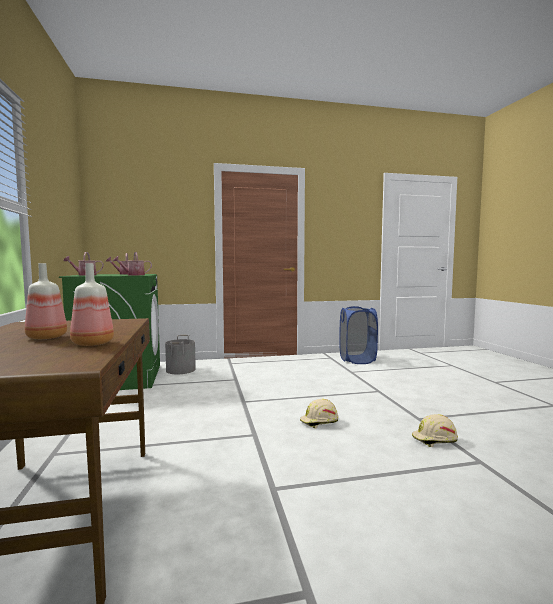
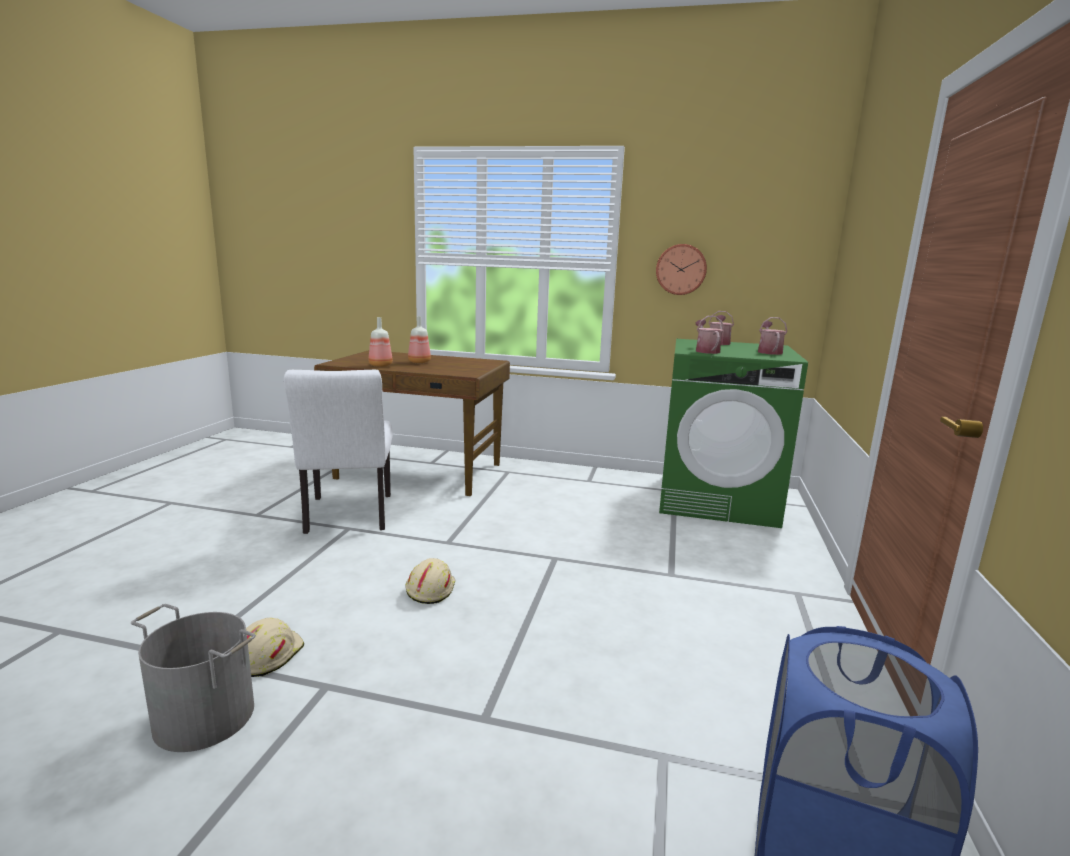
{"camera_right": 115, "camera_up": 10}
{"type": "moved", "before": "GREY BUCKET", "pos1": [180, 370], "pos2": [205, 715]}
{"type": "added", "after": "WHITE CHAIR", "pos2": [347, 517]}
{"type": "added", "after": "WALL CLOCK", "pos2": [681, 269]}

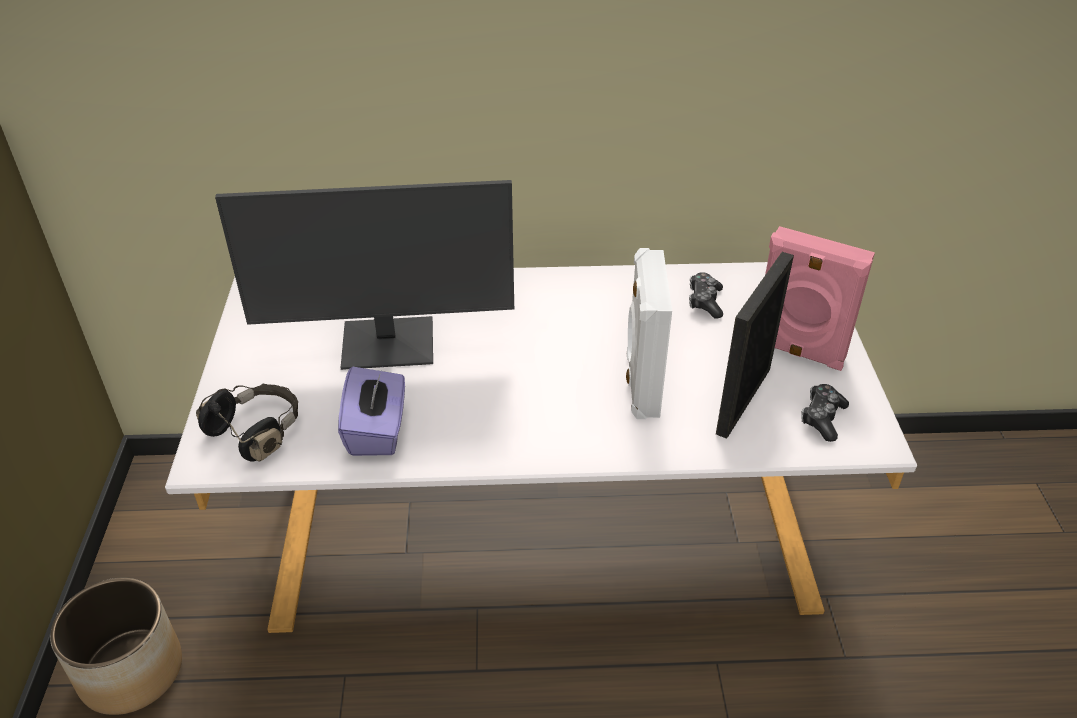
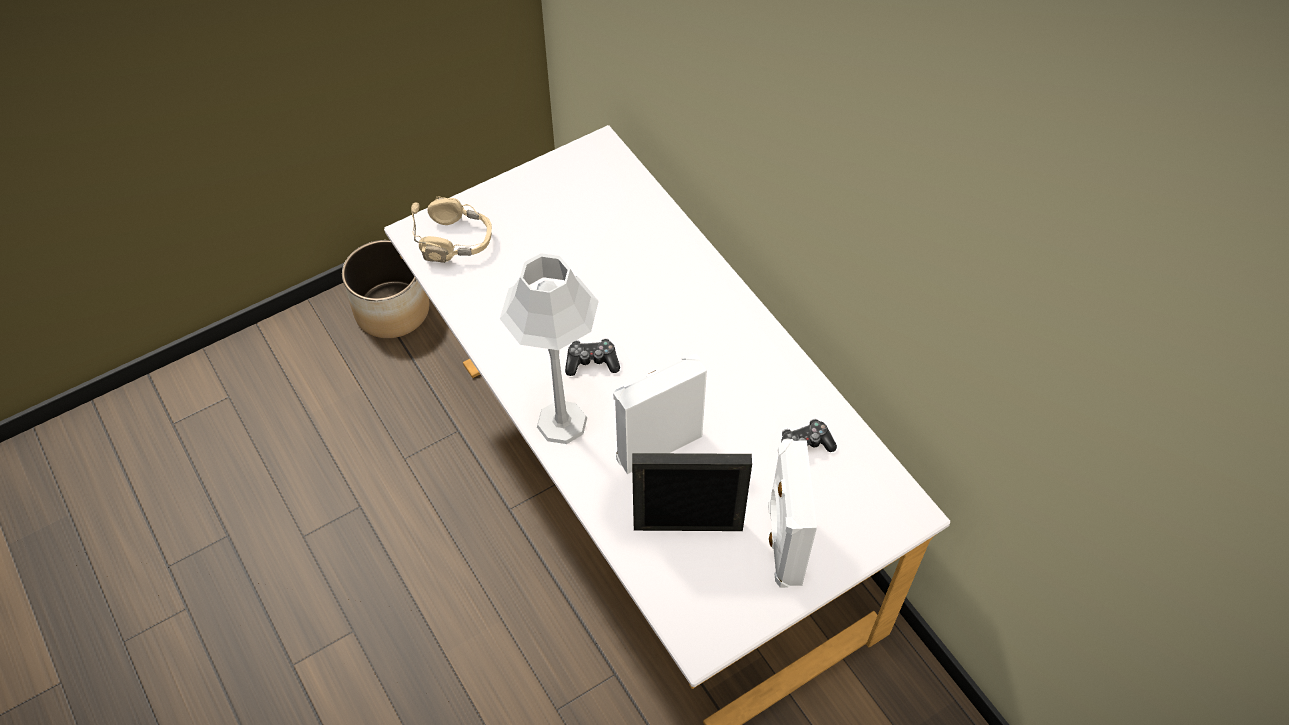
{"camera_right": 60, "camera_up": 15}
{"type": "recoloured", "before": "BLACK HEADPHONES", "after": "BEIGE HEADPHONES", "pos1": [257, 432], "pos2": [457, 241]}
{"type": "added", "after": "GREY TABLE LAMP", "pos2": [562, 422]}
{"type": "moved", "before": "GAME CONTROLLER", "pos1": [822, 418], "pos2": [592, 362]}
{"type": "recoloured", "before": "PINK SPEAKER", "after": "WHITE SPEAKER", "pos1": [797, 352], "pos2": [782, 544]}
{"type": "removed", "before": "MONITOR", "pos1": [388, 345]}
{"type": "removed", "before": "PURPLE TISSUE BOX", "pos1": [377, 431]}

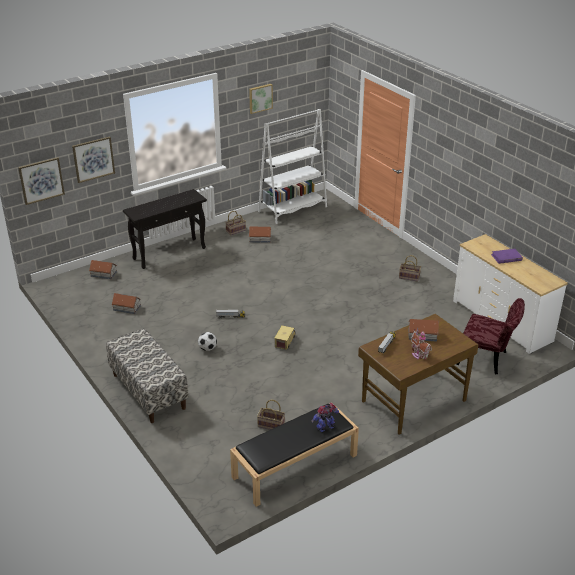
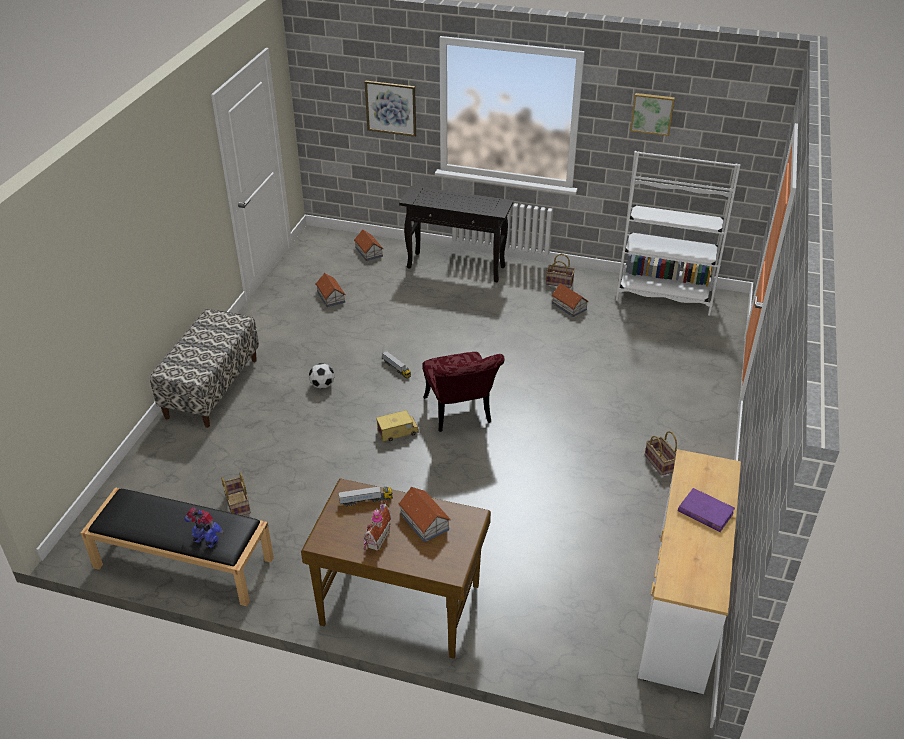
{"camera_right": 50, "camera_up": 5}
{"type": "moved", "before": "RED CHAIR", "pos1": [487, 359], "pos2": [460, 415]}
{"type": "removed", "before": "PICTURE", "pos1": [41, 180]}

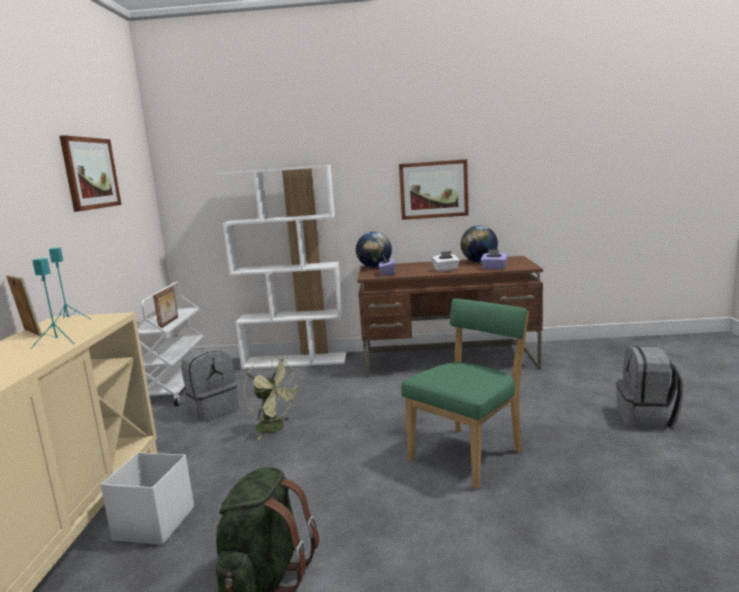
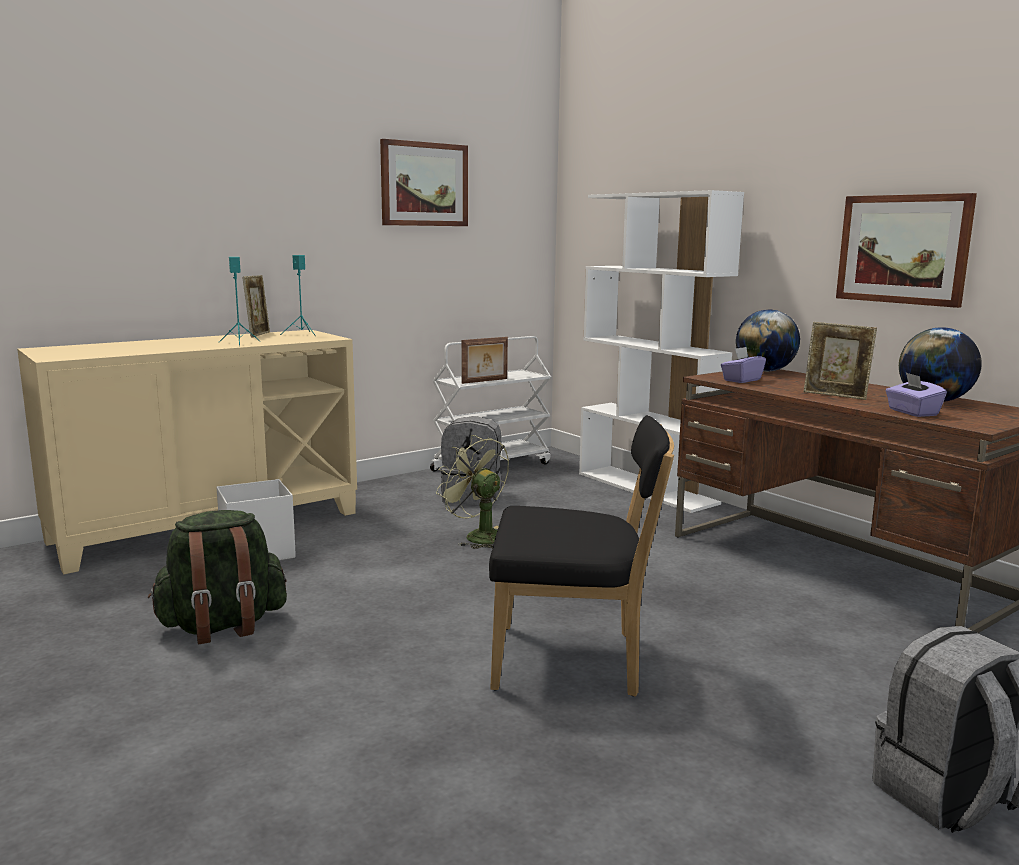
{"camera_right": 50, "camera_up": 0}
{"type": "turned", "before": "GREEN FAN", "pos1": [275, 428], "pos2": [477, 536], "turn": 135}
{"type": "recoloured", "before": "GREEN CHAIR", "after": "BLACK CHAIR", "pos1": [469, 454], "pos2": [574, 661]}
{"type": "replaced", "before": "WHITE TISSUE BOX", "after": "PICTURE FRAME", "pos1": [446, 269], "pos2": [835, 396]}

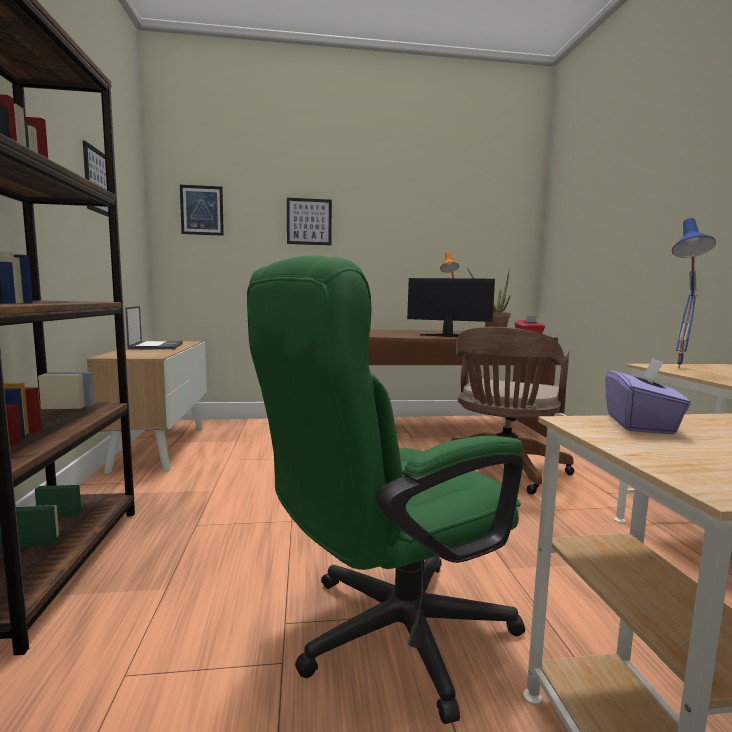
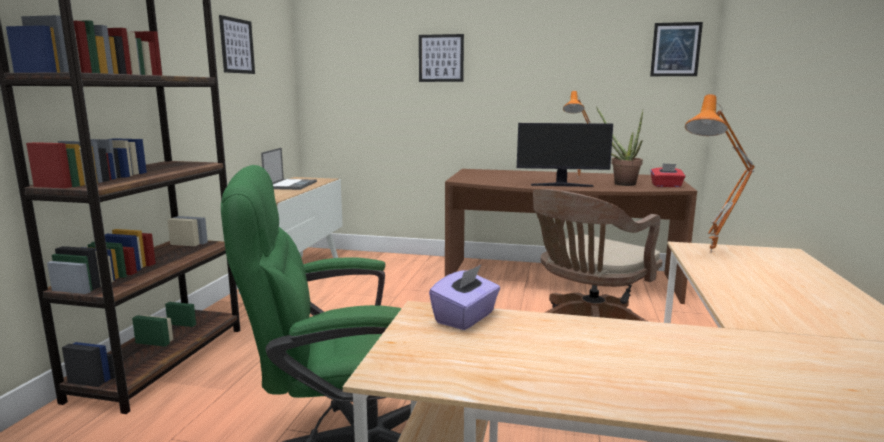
{"camera_right": 20, "camera_up": 5}
{"type": "turned", "before": "MONITOR", "pos1": [447, 336], "pos2": [561, 185], "turn": 150}
{"type": "moved", "before": "PICTURE", "pos1": [202, 210], "pos2": [675, 49]}
{"type": "recoloured", "before": "BLUE TABLE LAMP", "after": "ORANGE TABLE LAMP", "pos1": [682, 368], "pos2": [714, 253]}

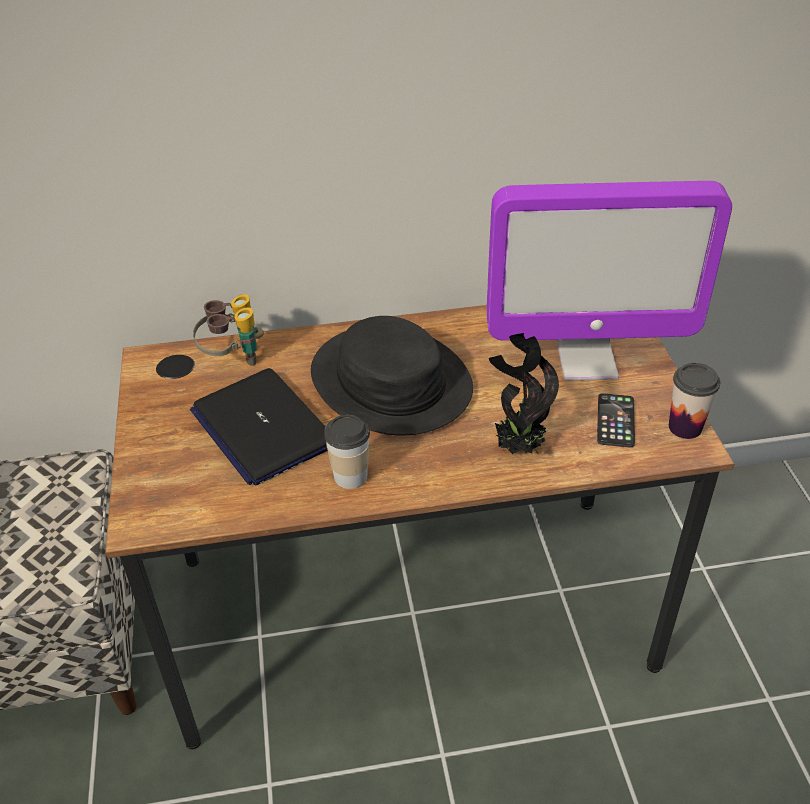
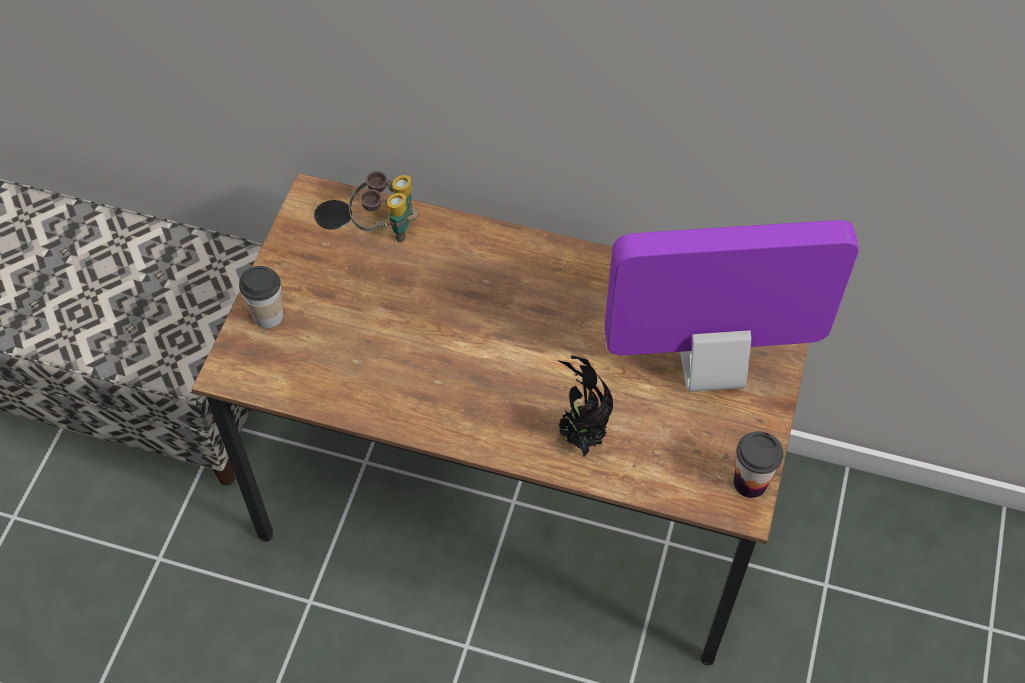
{"camera_right": 25, "camera_up": 15}
{"type": "moved", "before": "CUP", "pos1": [350, 476], "pos2": [268, 315]}
{"type": "turned", "before": "MONITOR", "pos1": [587, 361], "pos2": [710, 368], "turn": 150}
{"type": "removed", "before": "LAPTOP", "pos1": [262, 427]}
{"type": "removed", "before": "BLACK HAT", "pos1": [390, 382]}
{"type": "removed", "before": "PHONE", "pos1": [615, 421]}

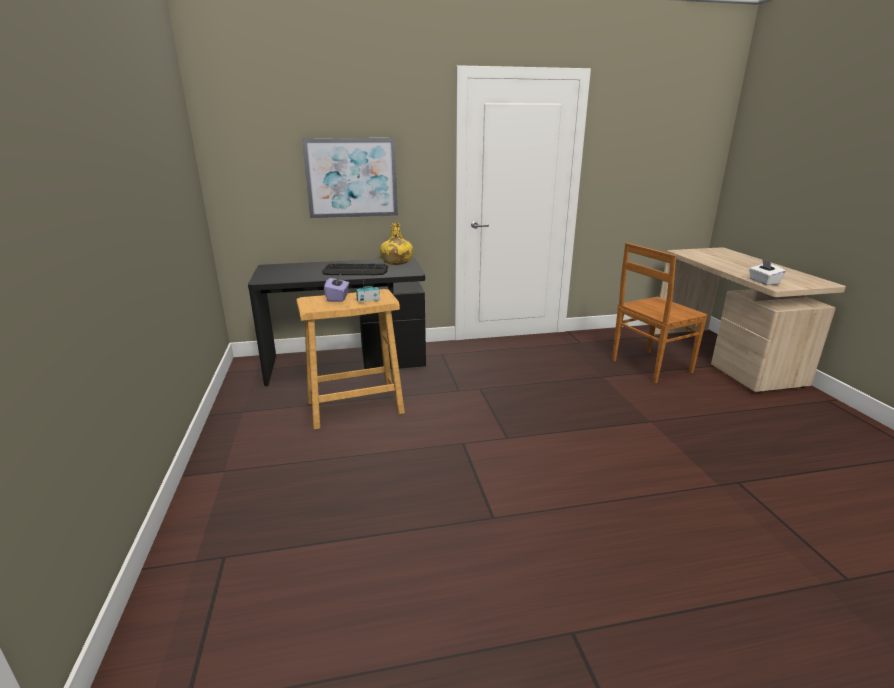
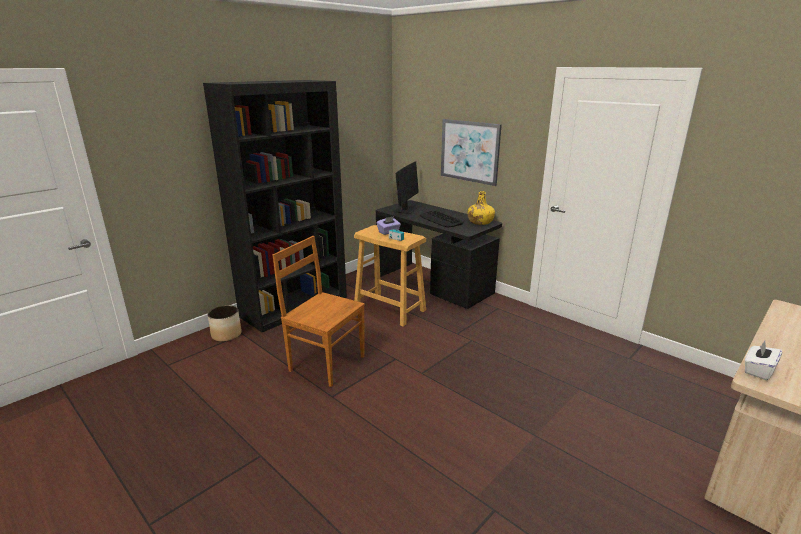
{"camera_right": 55, "camera_up": 0}
{"type": "added", "after": "BLACK BOOKCASE", "pos2": [295, 306]}
{"type": "added", "after": "PLANTER", "pos2": [226, 335]}
{"type": "moved", "before": "BROWN CHAIR", "pos1": [649, 367], "pos2": [325, 363]}
{"type": "added", "after": "MONITOR", "pos2": [405, 210]}

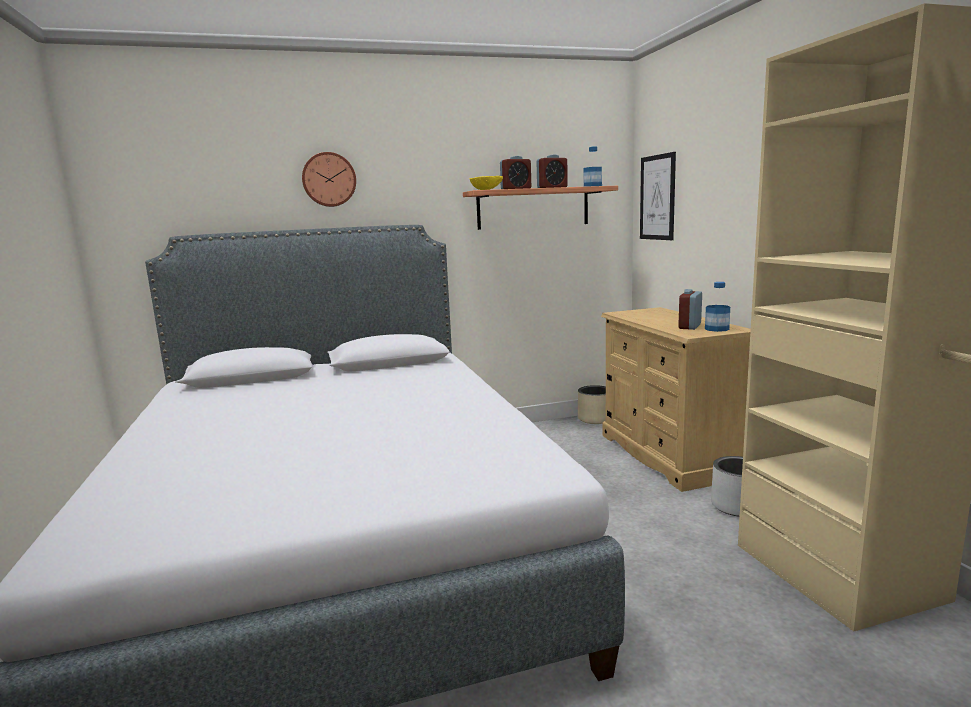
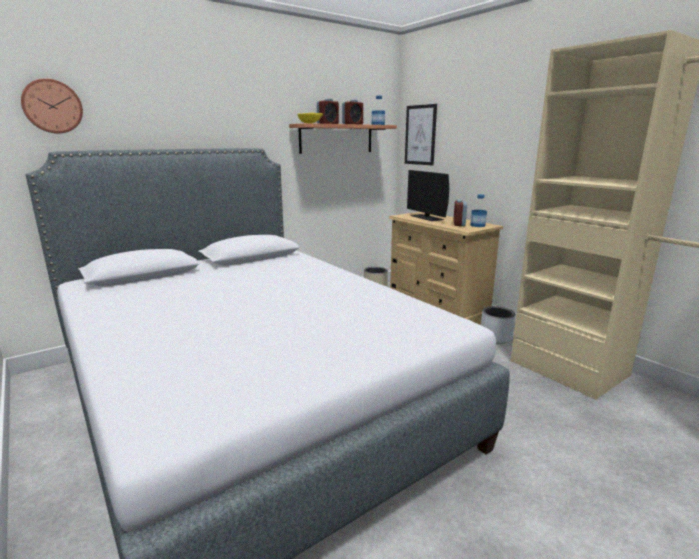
{"camera_right": -20, "camera_up": 5}
{"type": "moved", "before": "WALL CLOCK", "pos1": [329, 179], "pos2": [52, 106]}
{"type": "added", "after": "MONITOR", "pos2": [426, 217]}

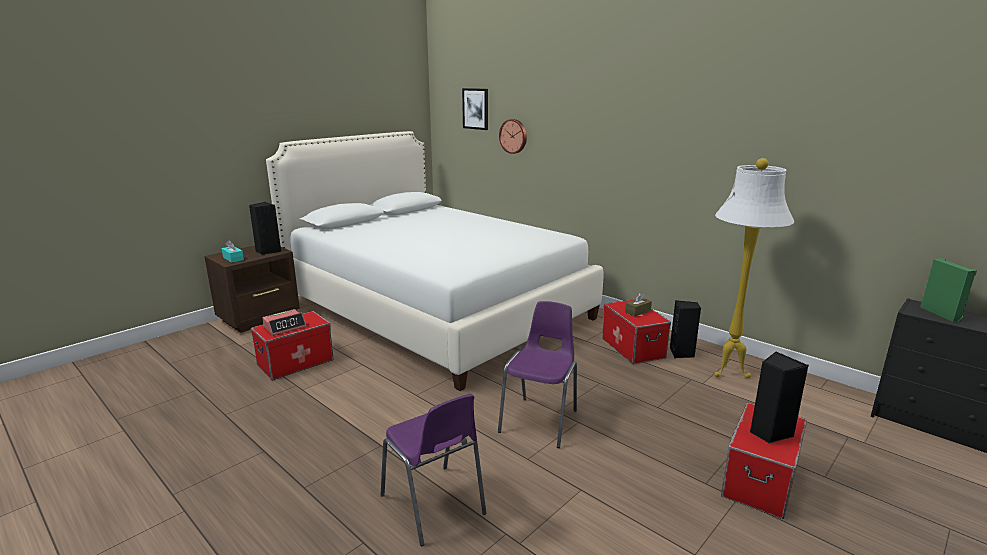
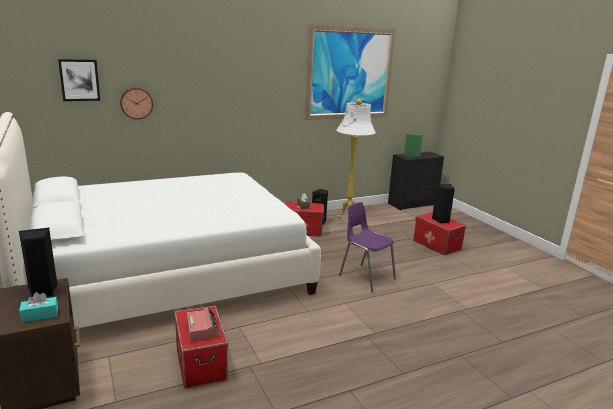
{"camera_right": -70, "camera_up": 0}
{"type": "added", "after": "PICTURE", "pos2": [350, 74]}
{"type": "removed", "before": "PURPLE CHAIR", "pos1": [434, 506]}

